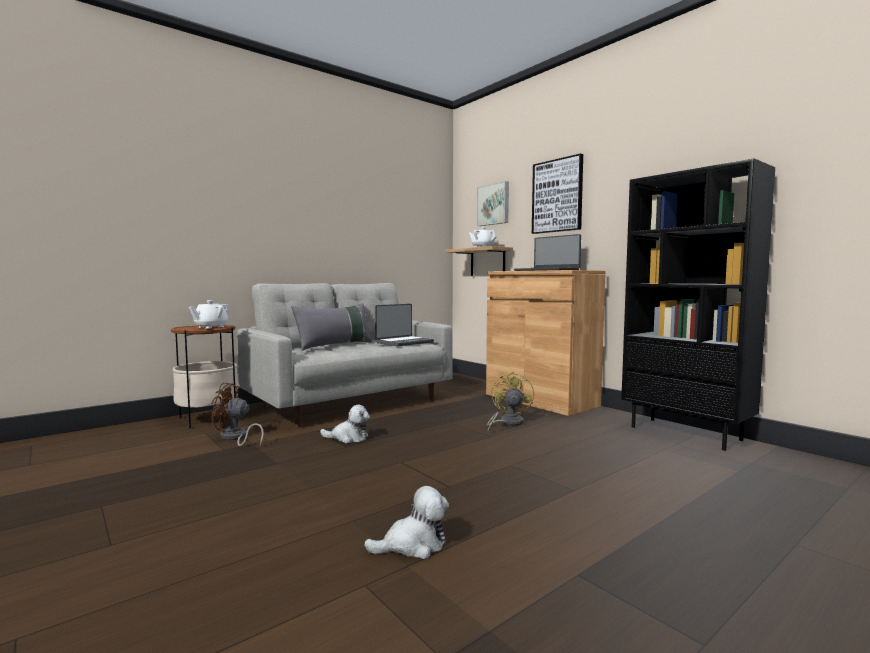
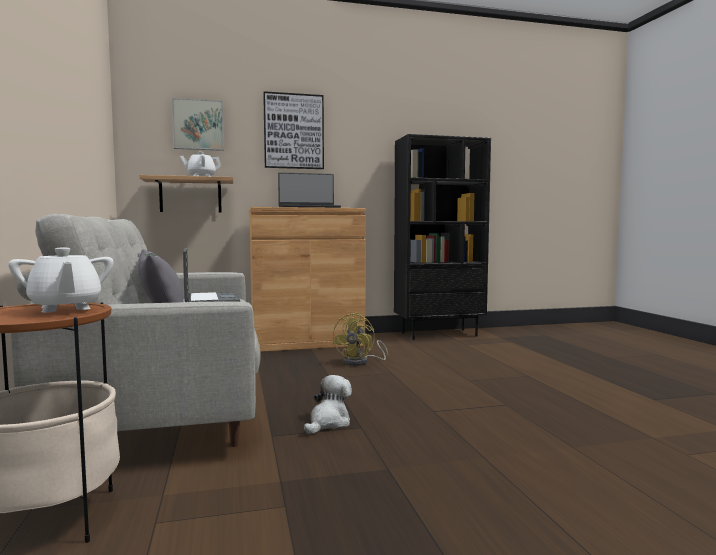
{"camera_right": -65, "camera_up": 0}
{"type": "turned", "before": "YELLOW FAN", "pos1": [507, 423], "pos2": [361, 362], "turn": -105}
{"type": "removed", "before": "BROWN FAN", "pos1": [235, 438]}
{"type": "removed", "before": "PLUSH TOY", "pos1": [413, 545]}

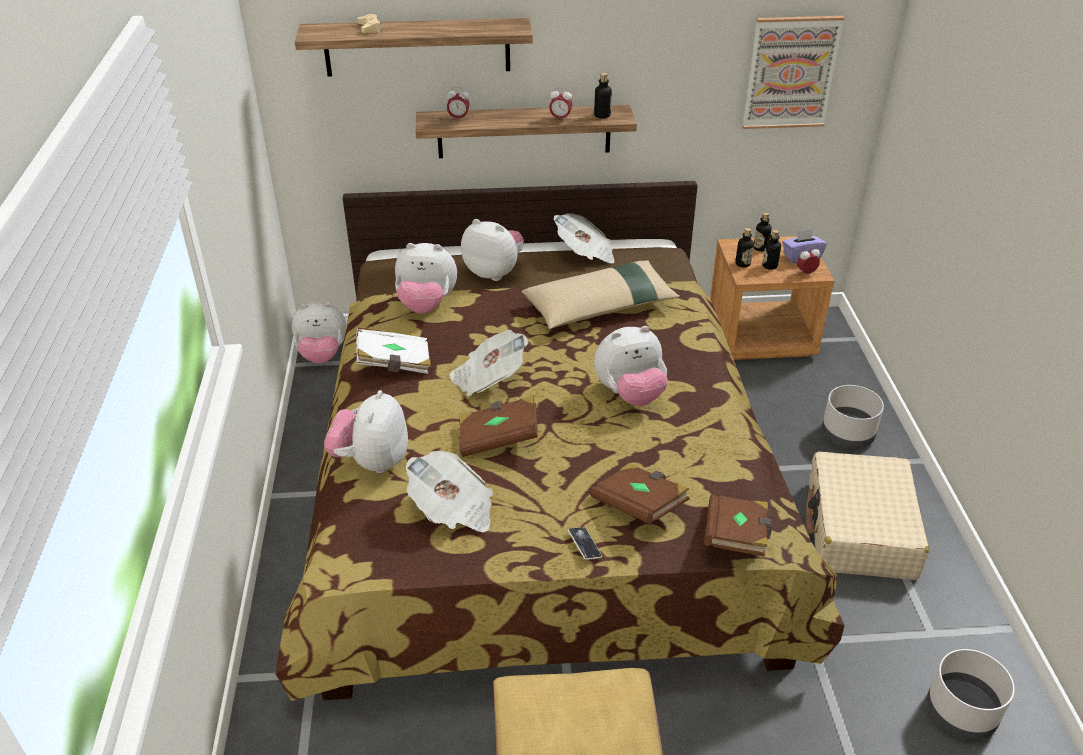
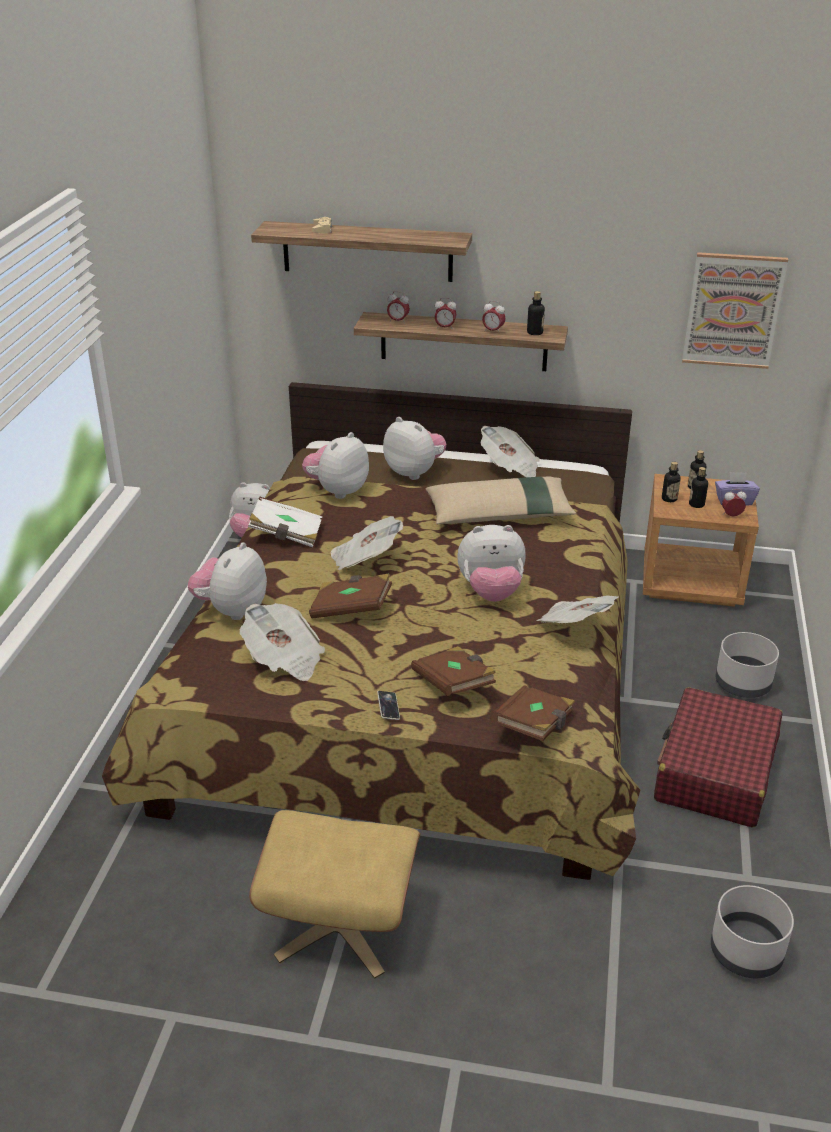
{"camera_right": 15, "camera_up": -5}
{"type": "turned", "before": "PLUSH TOY", "pos1": [426, 305], "pos2": [337, 491], "turn": 105}
{"type": "added", "after": "ALARM CLOCK", "pos2": [445, 328]}
{"type": "added", "after": "NEWSPAPER", "pos2": [575, 626]}
{"type": "recoloured", "before": "BEIGE SUITCASE", "after": "RED SUITCASE", "pos1": [859, 530], "pos2": [715, 772]}

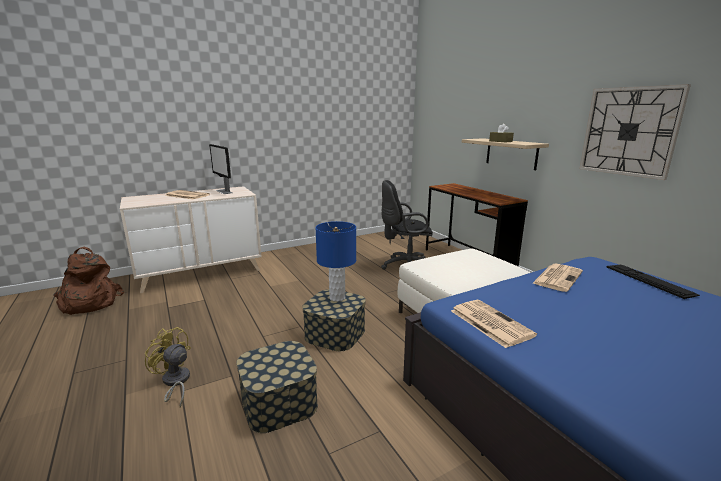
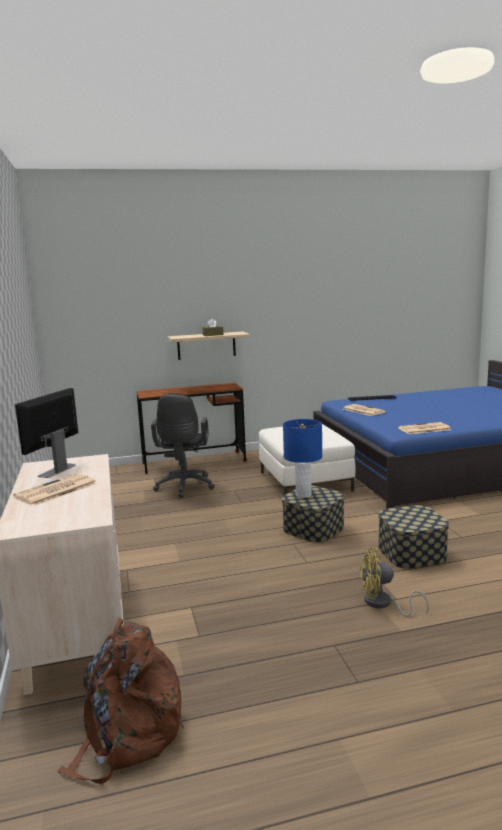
{"camera_right": -75, "camera_up": -5}
{"type": "turned", "before": "MONITOR", "pos1": [224, 191], "pos2": [56, 470], "turn": 135}
{"type": "turned", "before": "YELLOW FAN", "pos1": [175, 382], "pos2": [383, 604], "turn": 45}
{"type": "removed", "before": "WALL CLOCK", "pos1": [629, 131]}

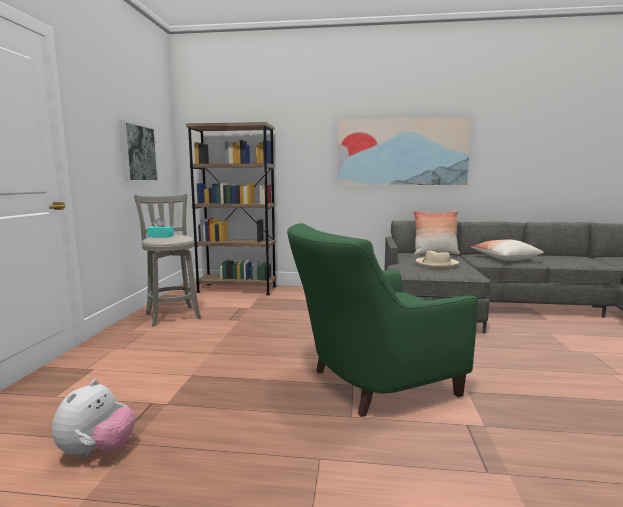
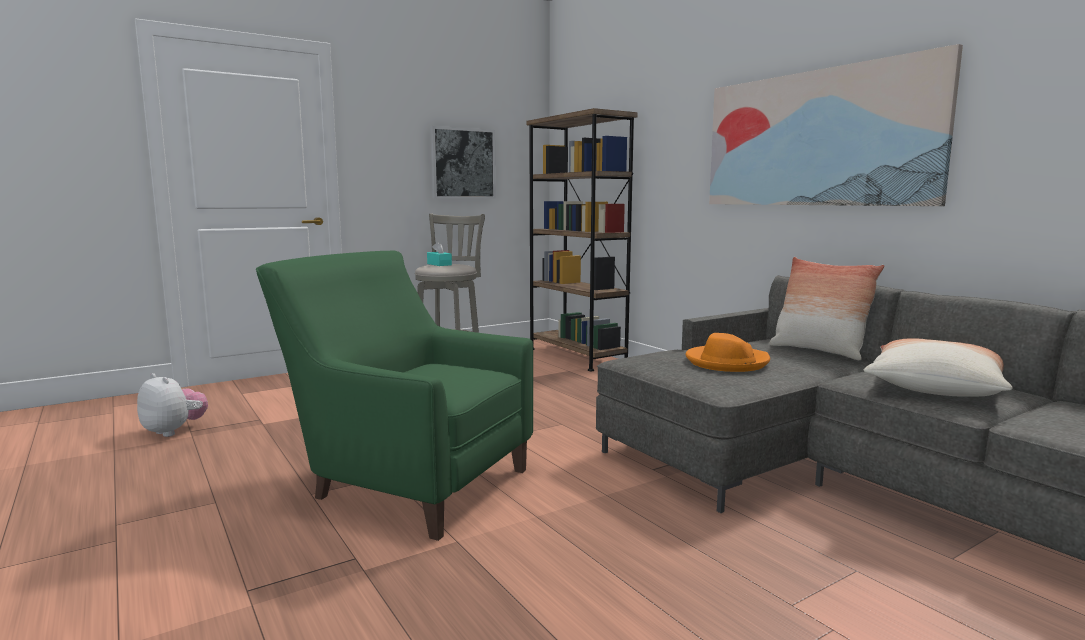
{"camera_right": 50, "camera_up": 0}
{"type": "turned", "before": "PLUSH TOY", "pos1": [97, 451], "pos2": [174, 431], "turn": -120}
{"type": "recoloured", "before": "BEIGE HAT", "after": "ORANGE HAT", "pos1": [436, 264], "pos2": [726, 362]}

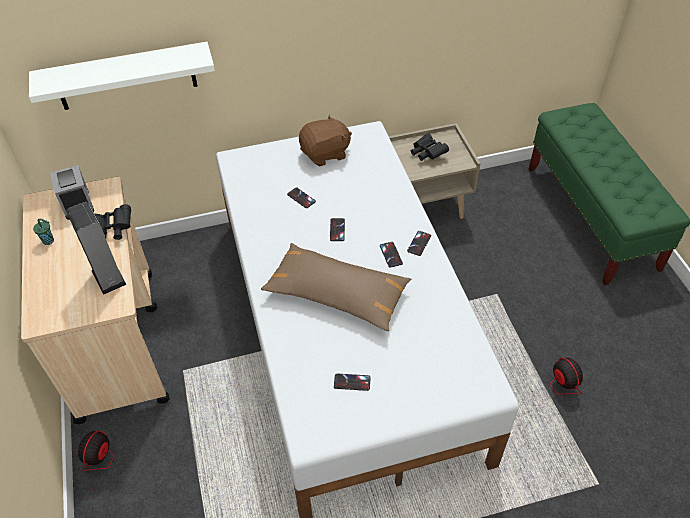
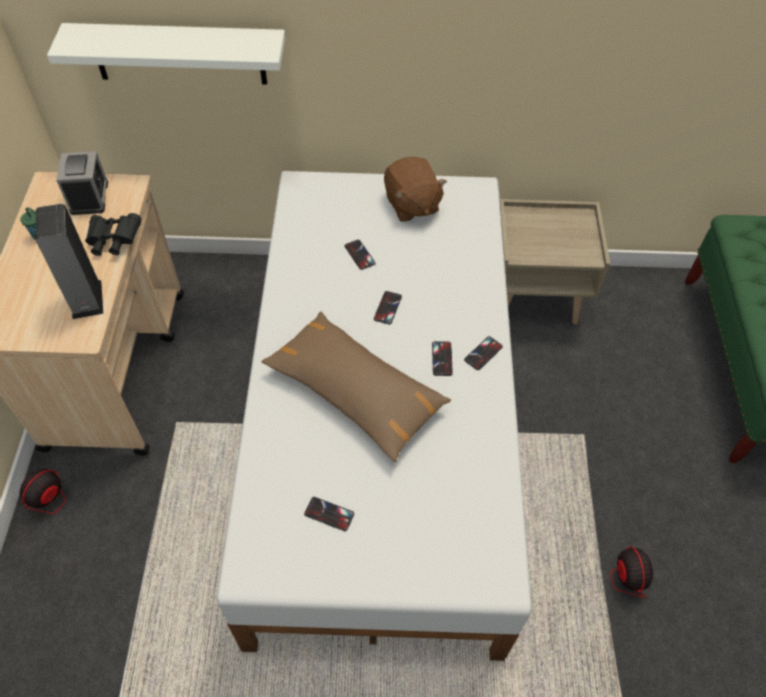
{"camera_right": 15, "camera_up": 5}
{"type": "turned", "before": "BROWN PLUSH TOY", "pos1": [325, 154], "pos2": [411, 205], "turn": 75}
{"type": "removed", "before": "BLACK BINOCULARS", "pos1": [427, 153]}

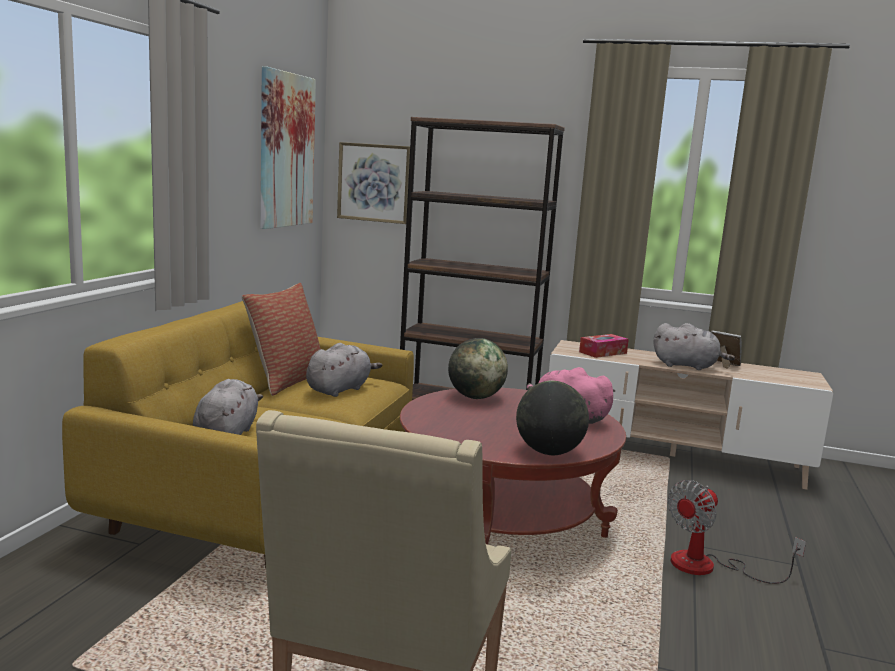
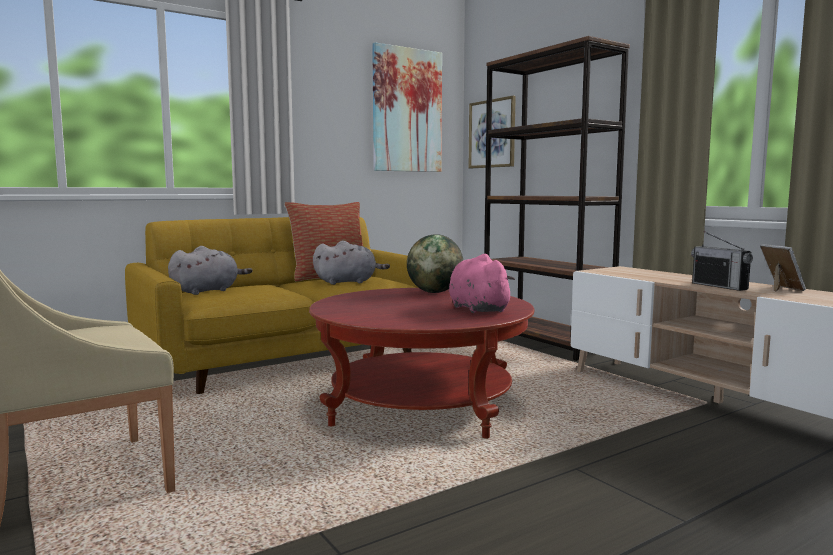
{"camera_right": 40, "camera_up": -5}
{"type": "replaced", "before": "GREY PLUSH TOY", "after": "RADIO", "pos1": [687, 366], "pos2": [719, 286]}
{"type": "removed", "before": "GLOBE", "pos1": [549, 452]}
{"type": "removed", "before": "TISSUE BOX", "pos1": [603, 352]}
{"type": "removed", "before": "FAN", "pos1": [708, 566]}

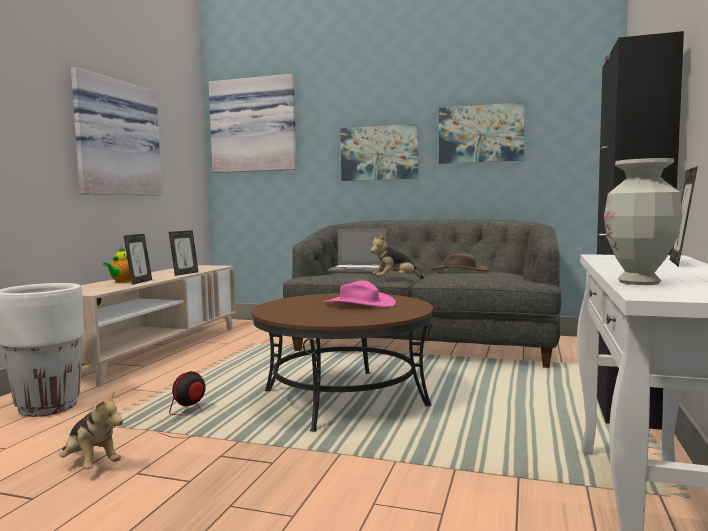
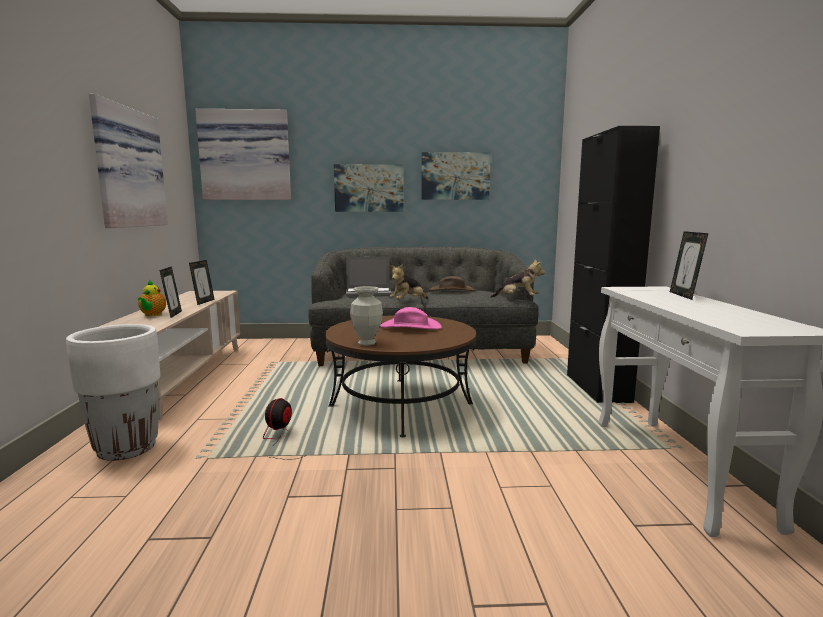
{"camera_right": -20, "camera_up": 5}
{"type": "moved", "before": "VASE", "pos1": [639, 282], "pos2": [367, 343]}
{"type": "moved", "before": "PLUSH TOY", "pos1": [90, 464], "pos2": [517, 299]}

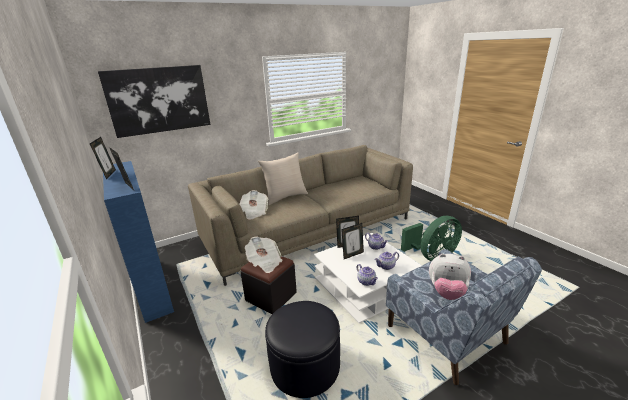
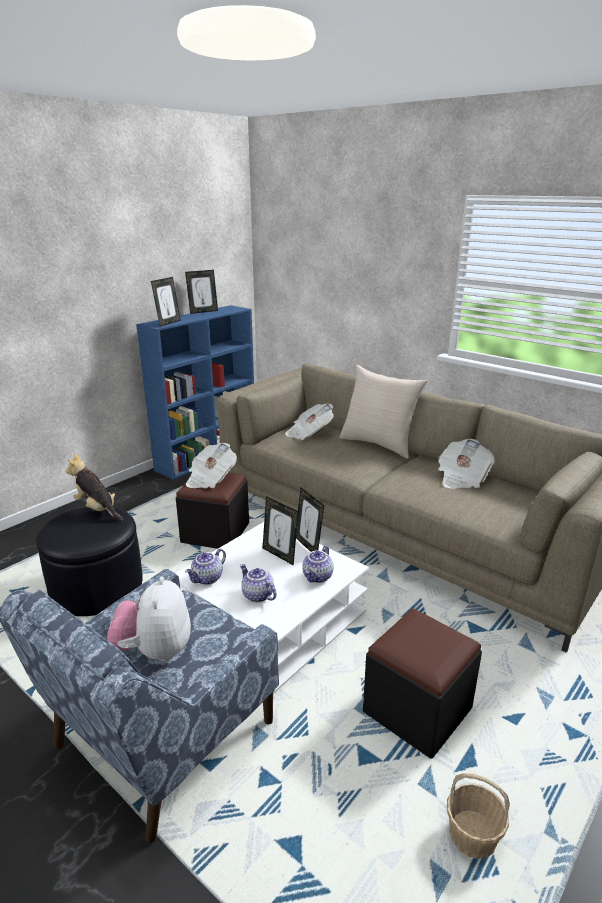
{"camera_right": 70, "camera_up": 0}
{"type": "added", "after": "PLUSH TOY", "pos2": [97, 509]}
{"type": "replaced", "before": "GREEN FAN", "after": "BLACK OTTOMAN", "pos1": [432, 257], "pos2": [417, 710]}
{"type": "added", "after": "NEWSPAPER", "pos2": [462, 478]}
{"type": "added", "after": "BASKET", "pos2": [473, 836]}
{"type": "removed", "before": "PICTURE", "pos1": [159, 100]}

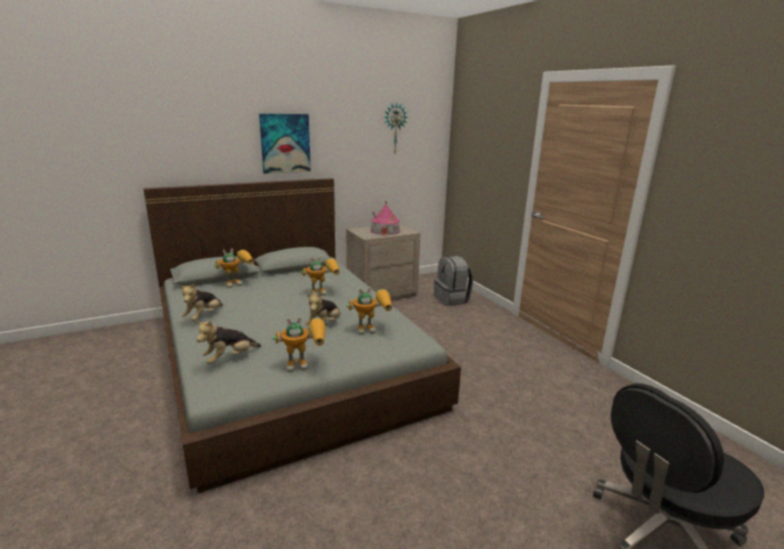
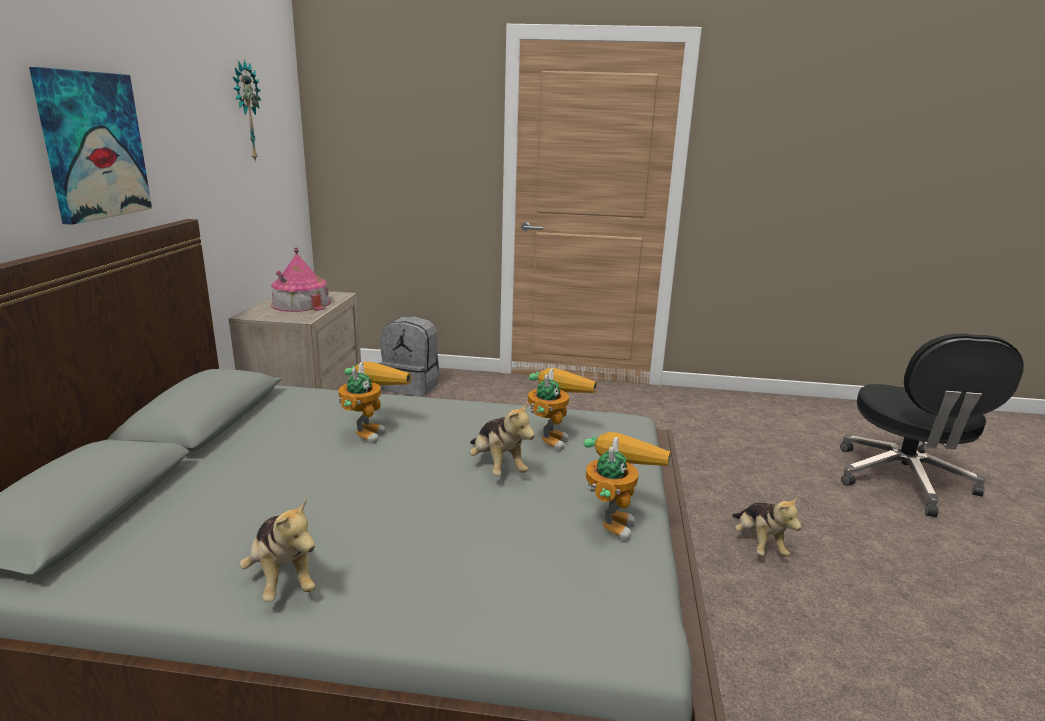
{"camera_right": -55, "camera_up": 0}
{"type": "moved", "before": "PLUSH TOY", "pos1": [229, 358], "pos2": [758, 544]}
{"type": "removed", "before": "TOY ROBOT", "pos1": [238, 283]}

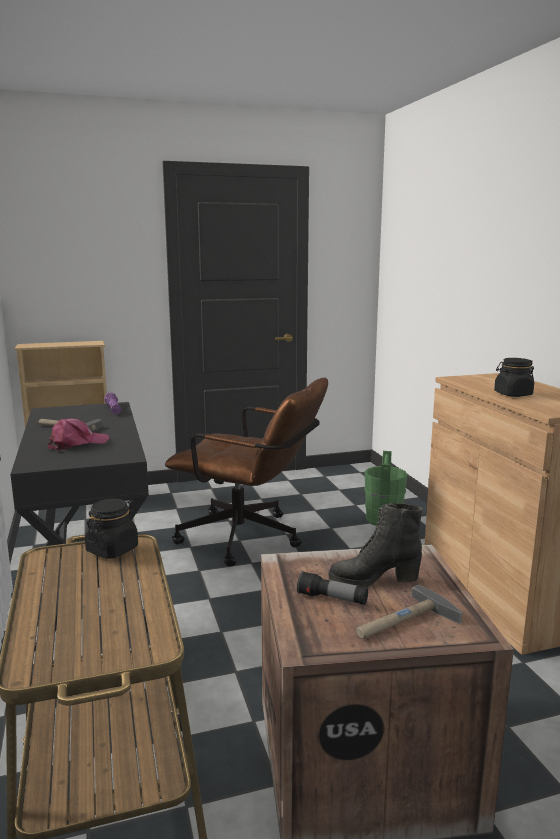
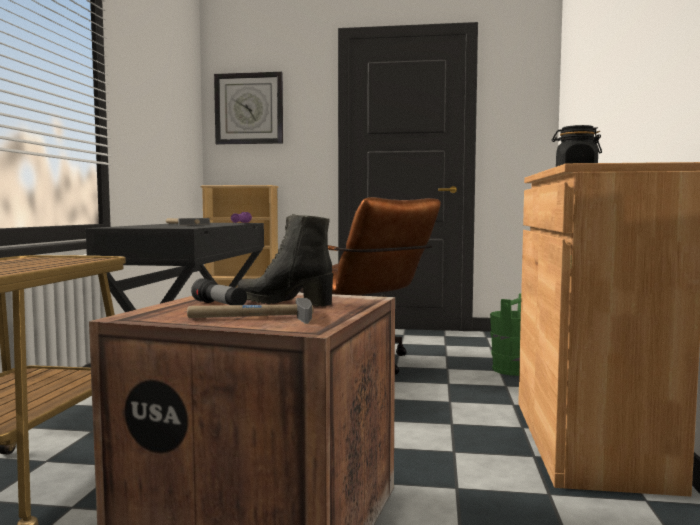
{"camera_right": 25, "camera_up": -10}
{"type": "added", "after": "WALL CLOCK", "pos2": [249, 109]}
{"type": "removed", "before": "PINK CAP", "pos1": [77, 443]}
{"type": "removed", "before": "BLACK JAR", "pos1": [112, 549]}

